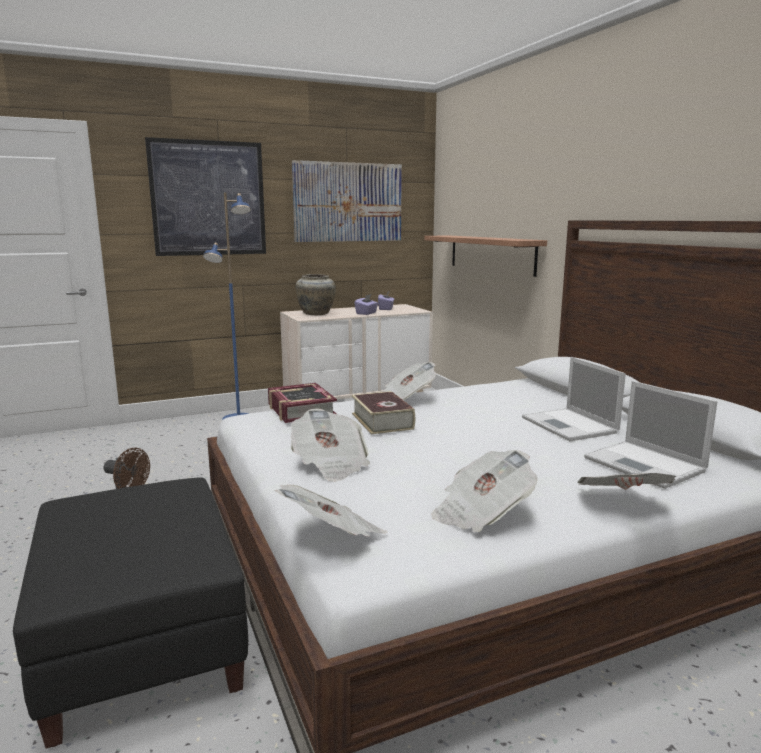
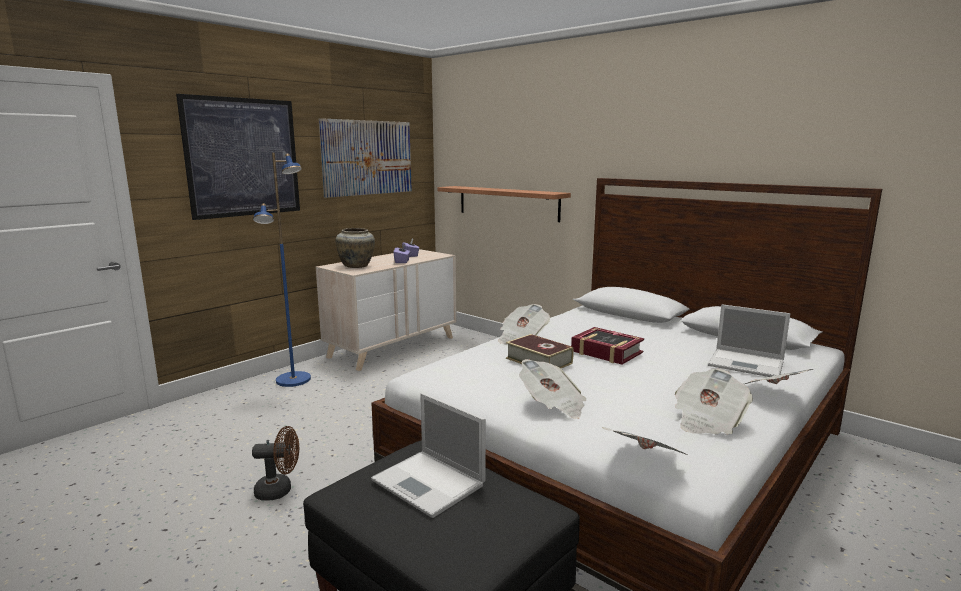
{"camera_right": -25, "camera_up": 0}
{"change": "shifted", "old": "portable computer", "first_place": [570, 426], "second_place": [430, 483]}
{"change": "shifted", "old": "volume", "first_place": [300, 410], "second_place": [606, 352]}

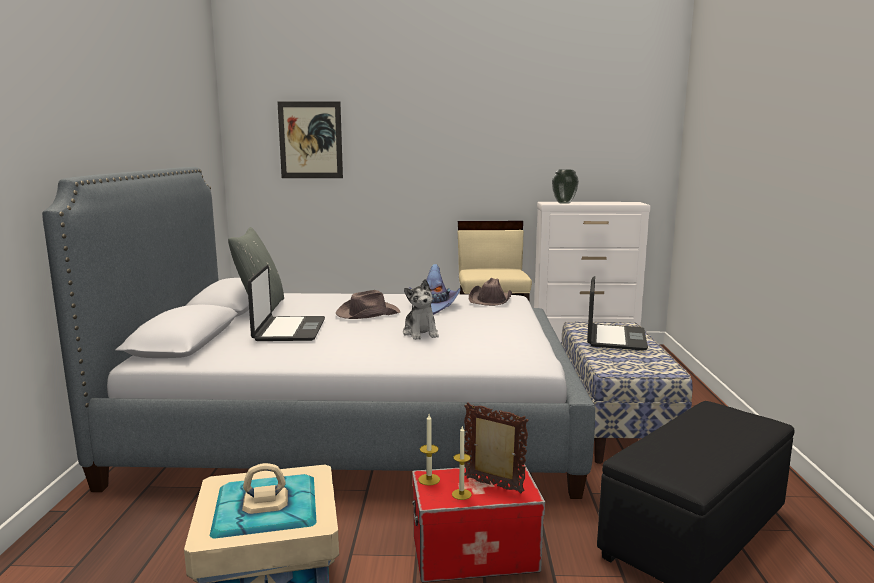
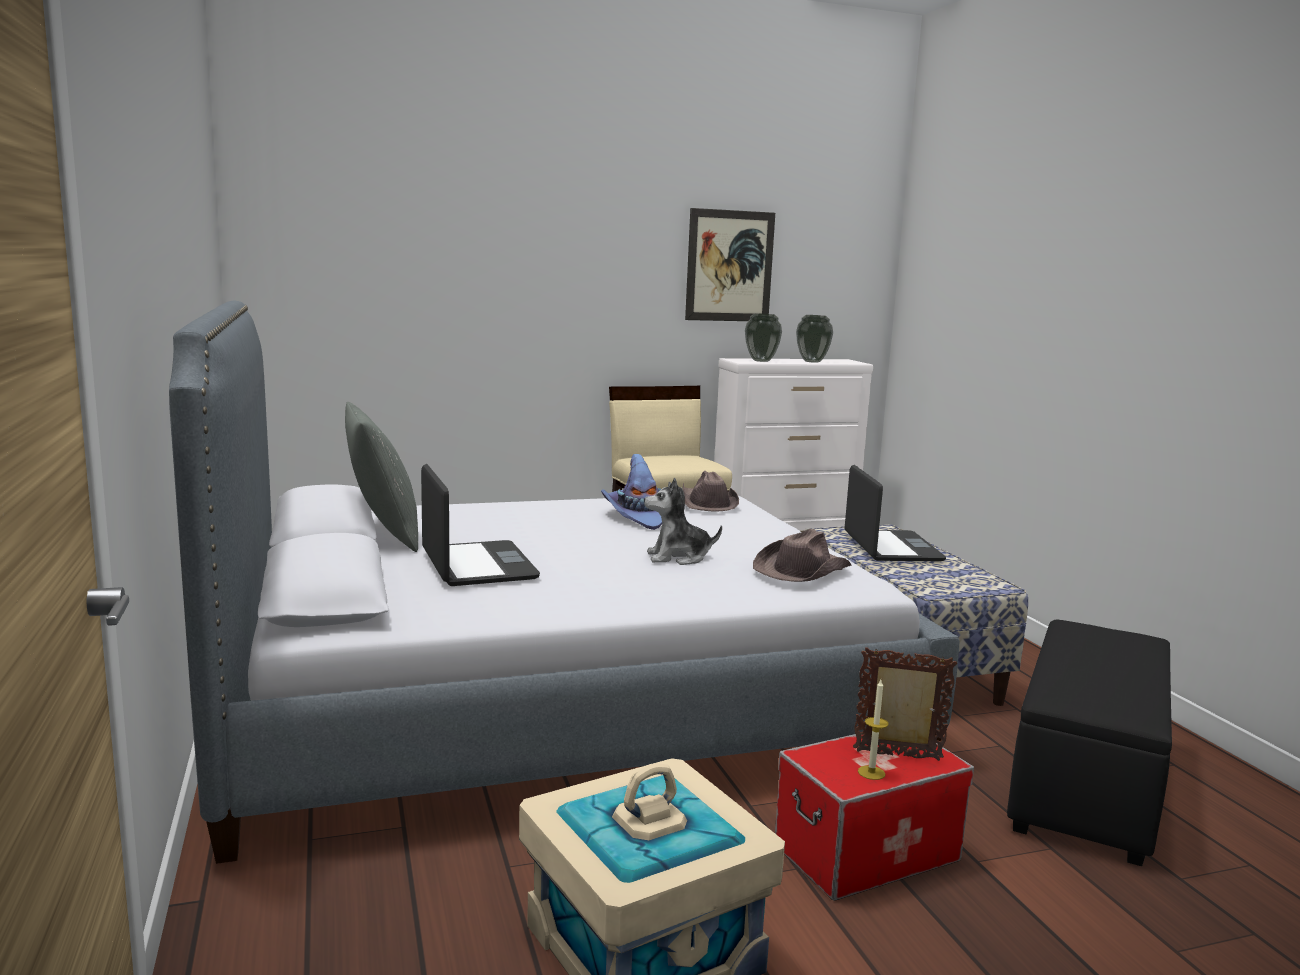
{"camera_right": -20, "camera_up": 0}
{"change": "rotated", "old": "cuddly toy", "first_place": [420, 333], "second_place": [678, 557], "degrees": 120}
{"change": "shifted", "old": "picture", "first_place": [310, 140], "second_place": [729, 266]}
{"change": "shifted", "old": "clothing hat/brown", "first_place": [367, 313], "second_place": [801, 569]}
{"change": "new", "new": "decorative vase", "second_place": [812, 361]}
{"change": "gone", "old": "candle", "first_place": [429, 479]}

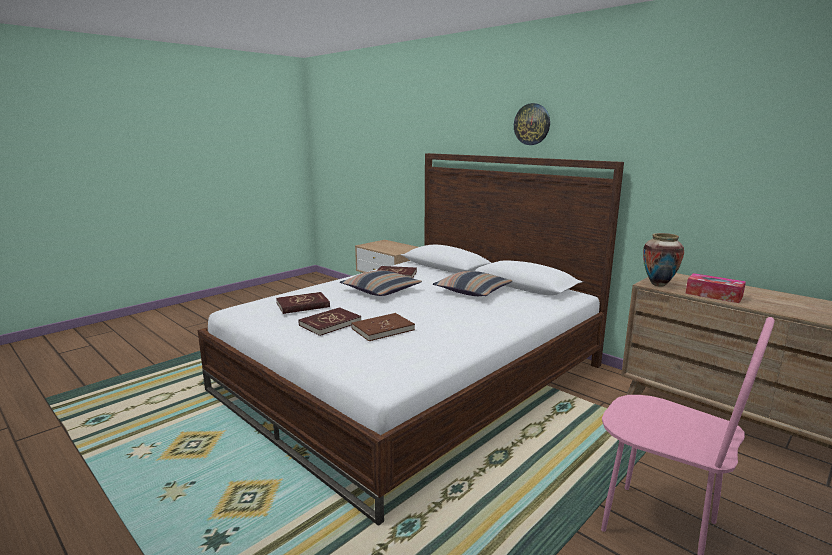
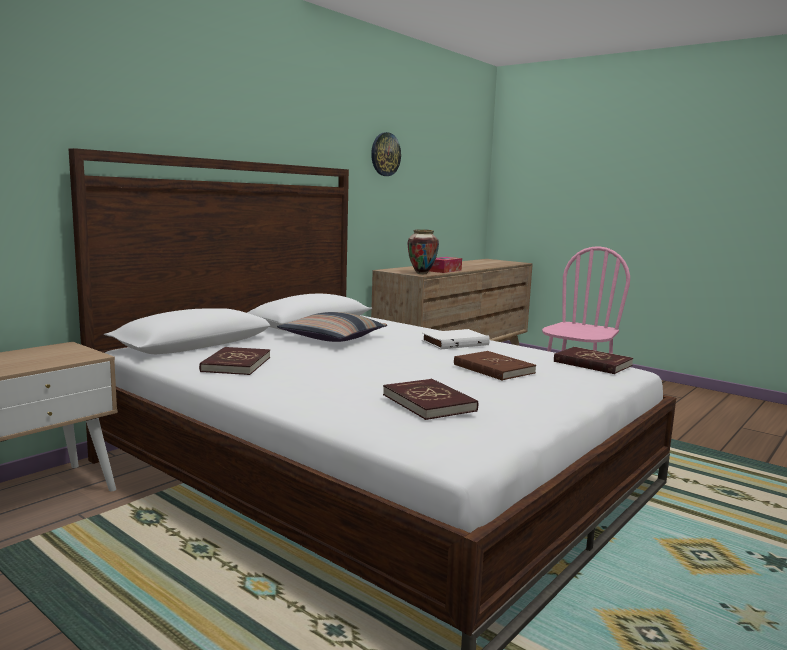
{"camera_right": -95, "camera_up": -5}
{"change": "shifted", "old": "clock on the wall", "first_place": [532, 124], "second_place": [385, 154]}
{"change": "new", "new": "volume/whitish", "second_place": [454, 342]}
{"change": "shifted", "old": "volume/red", "first_place": [330, 323], "second_place": [592, 363]}
{"change": "gone", "old": "throw pillow", "first_place": [381, 290]}

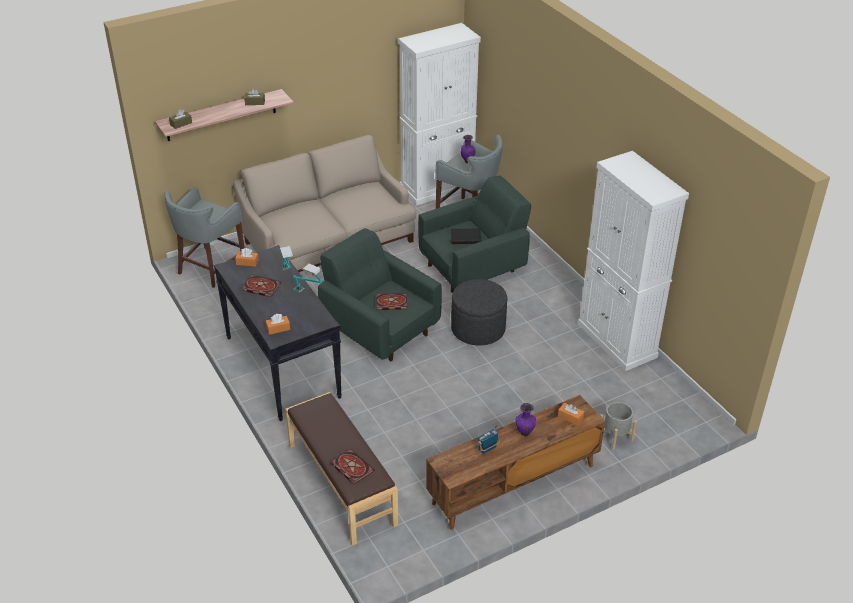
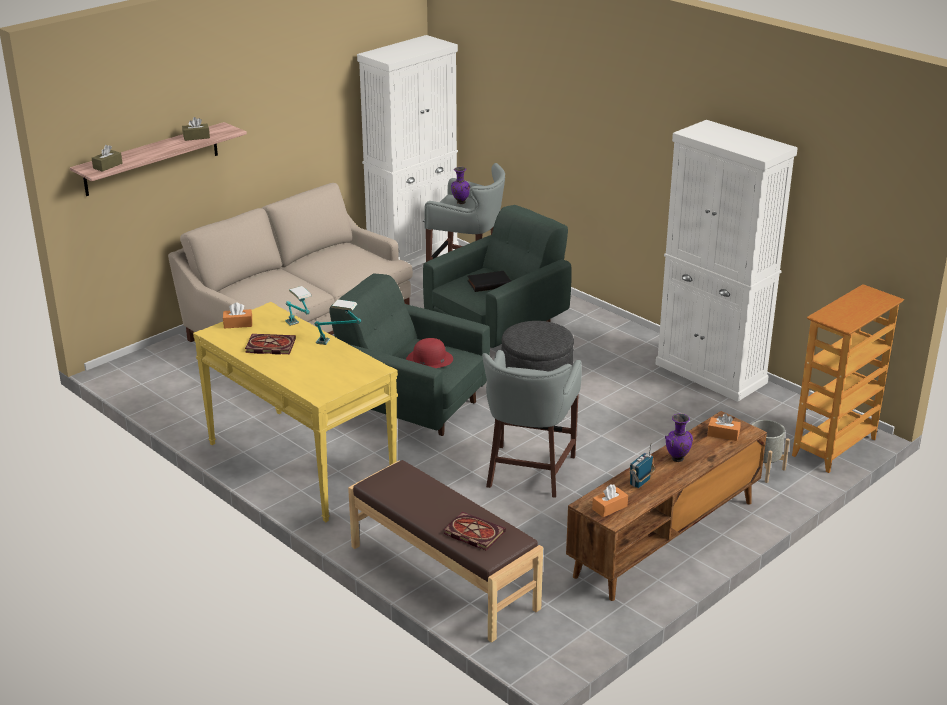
{"camera_right": -15, "camera_up": -10}
{"change": "repainted", "old": "console table/black-coloured", "new": "console table/yellowish", "first_place": [282, 366], "second_place": [300, 463]}
{"change": "swapped", "old": "volume", "new": "clothing hat/red", "first_place": [390, 303], "second_place": [429, 359]}
{"change": "shifted", "old": "stool seat/grey", "first_place": [209, 268], "second_place": [528, 472]}
{"change": "shifted", "old": "tissue box/orangey", "first_place": [278, 328], "second_place": [609, 507]}
{"change": "new", "new": "shelving unit", "second_place": [834, 448]}

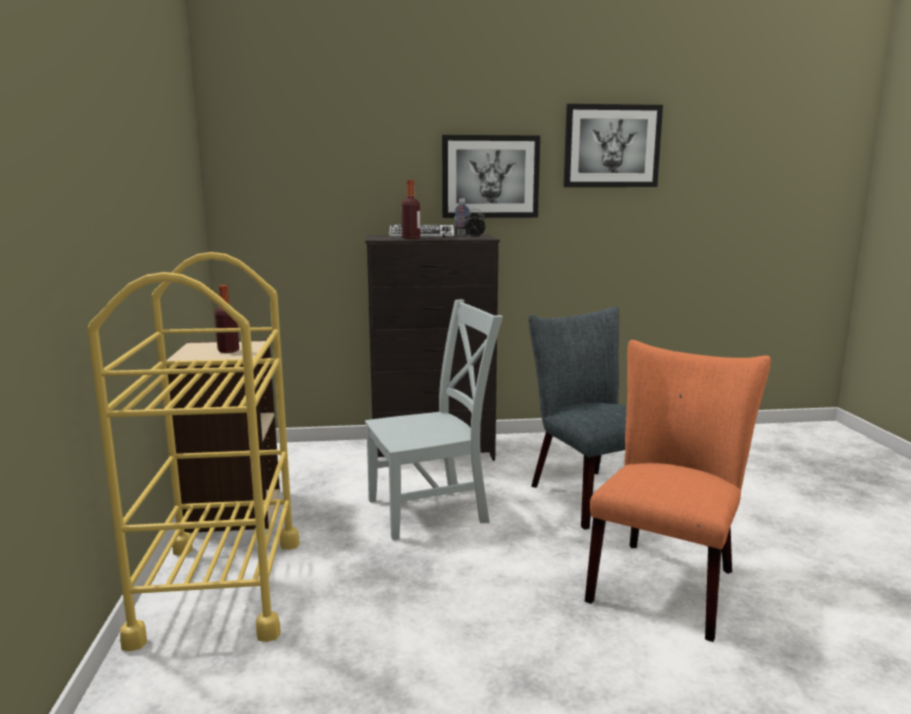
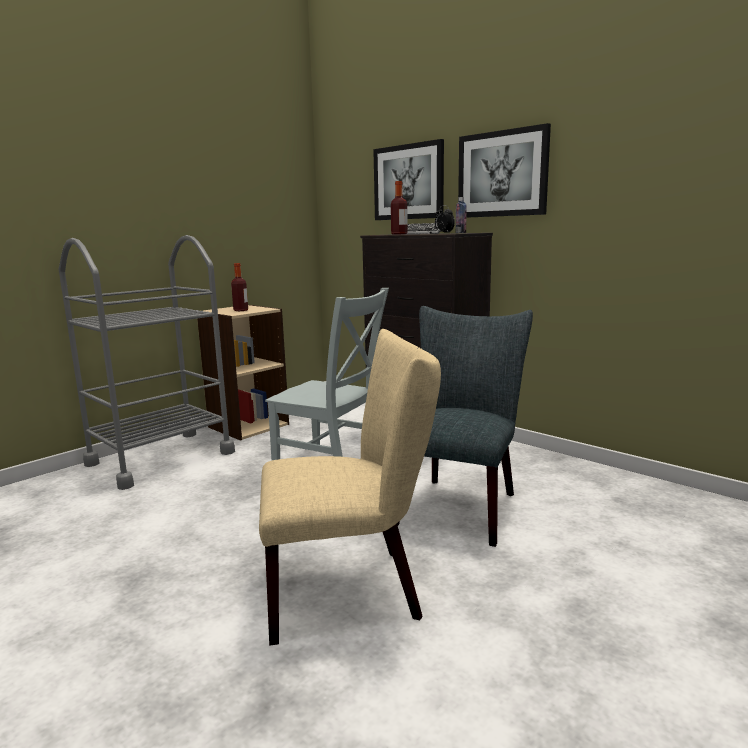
{"camera_right": 50, "camera_up": 0}
{"change": "repainted", "old": "trolley/yellowish", "new": "trolley/grey", "first_place": [220, 589], "second_place": [161, 458]}
{"change": "repainted", "old": "plain chair/orangey", "new": "plain chair/beige-coloured", "first_place": [666, 581], "second_place": [352, 589]}
{"change": "shifted", "old": "picture", "first_place": [611, 146], "second_place": [408, 182]}

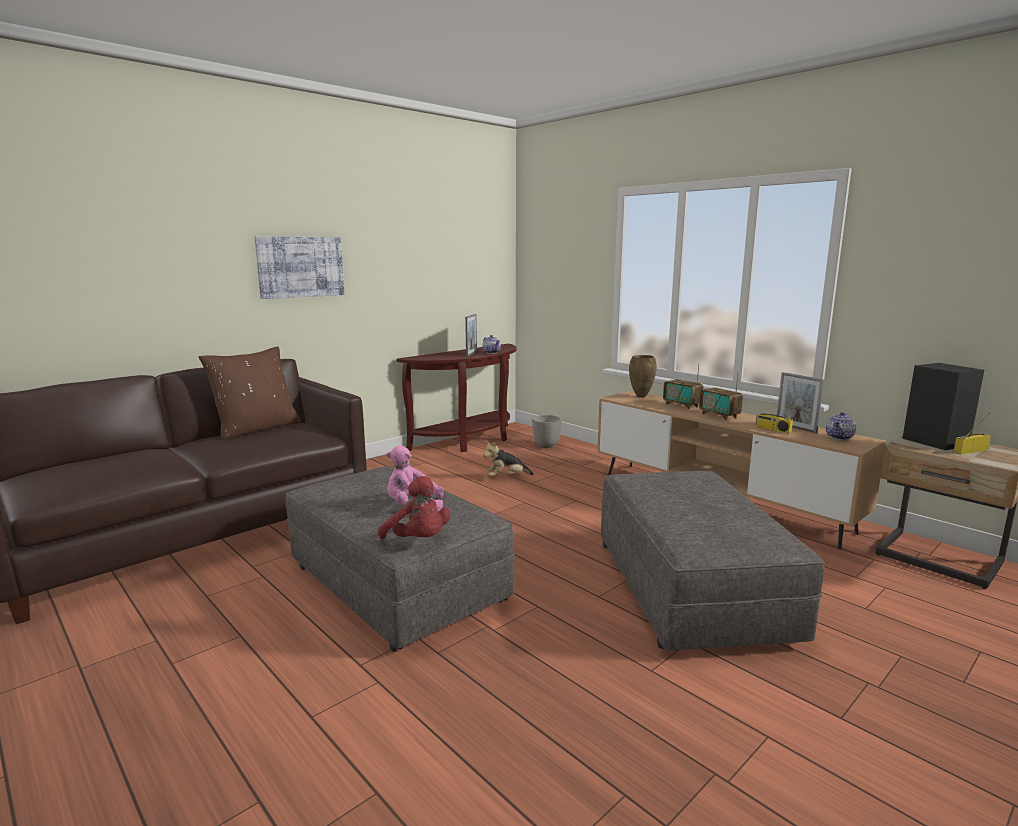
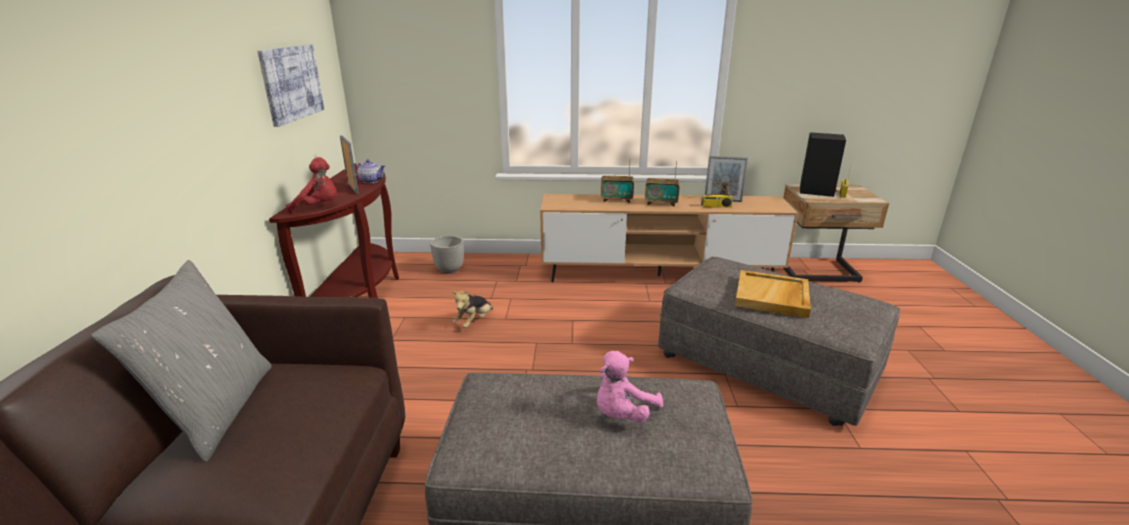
{"camera_right": -45, "camera_up": 10}
{"change": "repainted", "old": "throw pillow/brown", "new": "throw pillow/grey", "first_place": [256, 429], "second_place": [217, 410]}
{"change": "shifted", "old": "picture", "first_place": [300, 267], "second_place": [291, 83]}
{"change": "shifted", "old": "cuddly toy/red", "first_place": [418, 540], "second_place": [318, 207]}
{"change": "new", "new": "tray/beige-coloured", "second_place": [772, 296]}
{"change": "gone", "old": "decorative vase/brown", "first_place": [640, 397]}
{"change": "gone", "old": "pot for tea", "first_place": [839, 437]}

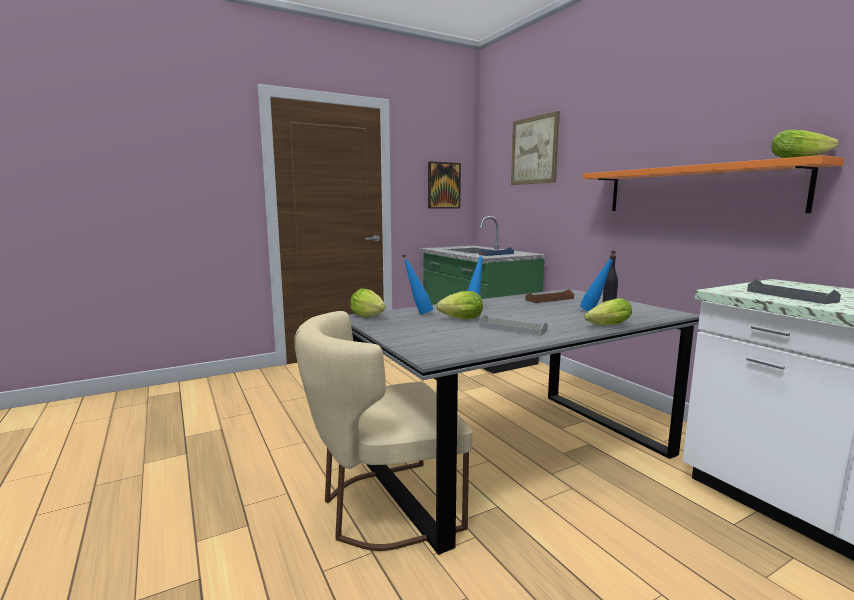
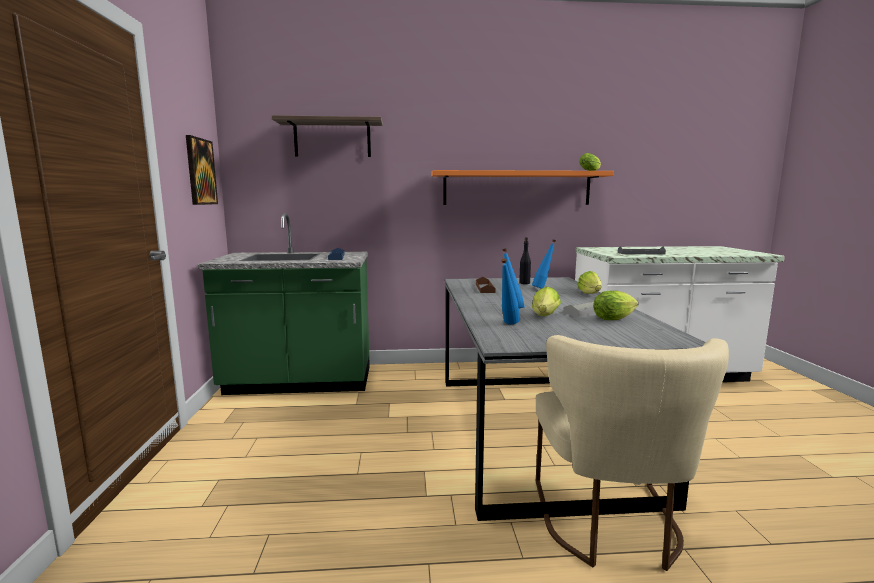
{"camera_right": -65, "camera_up": 0}
{"change": "swapped", "old": "picture", "new": "shelf", "first_place": [534, 150], "second_place": [332, 139]}
{"change": "shifted", "old": "head of lettuce", "first_place": [369, 317], "second_place": [615, 319]}

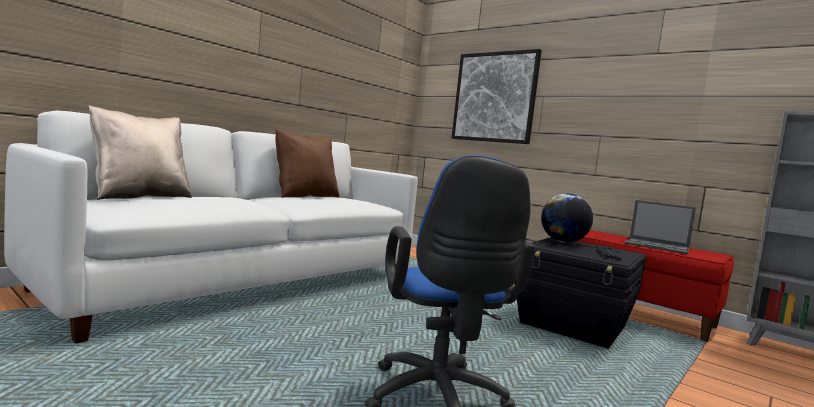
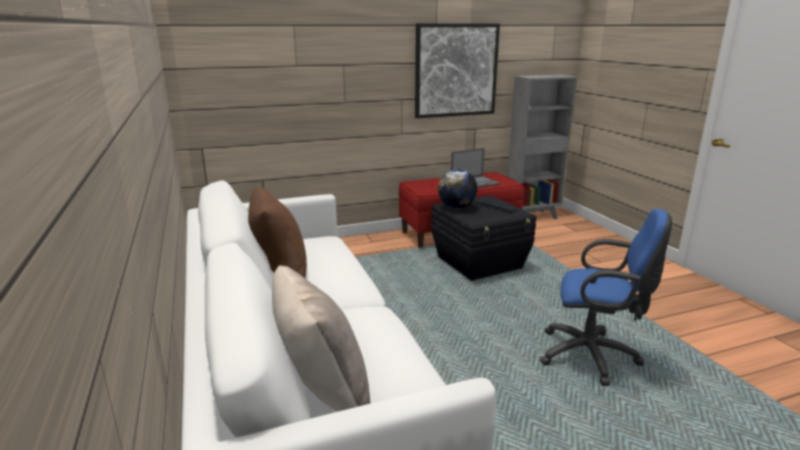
{"camera_right": -60, "camera_up": 15}
{"change": "shifted", "old": "picture", "first_place": [494, 97], "second_place": [456, 70]}

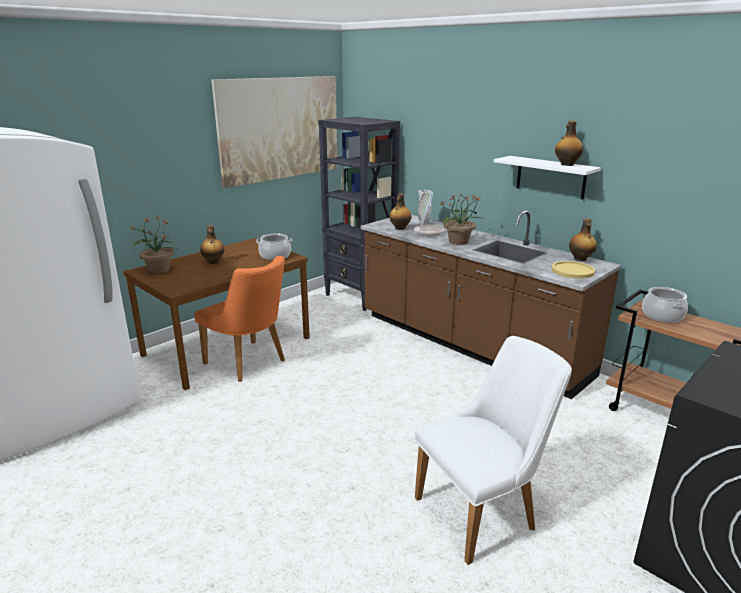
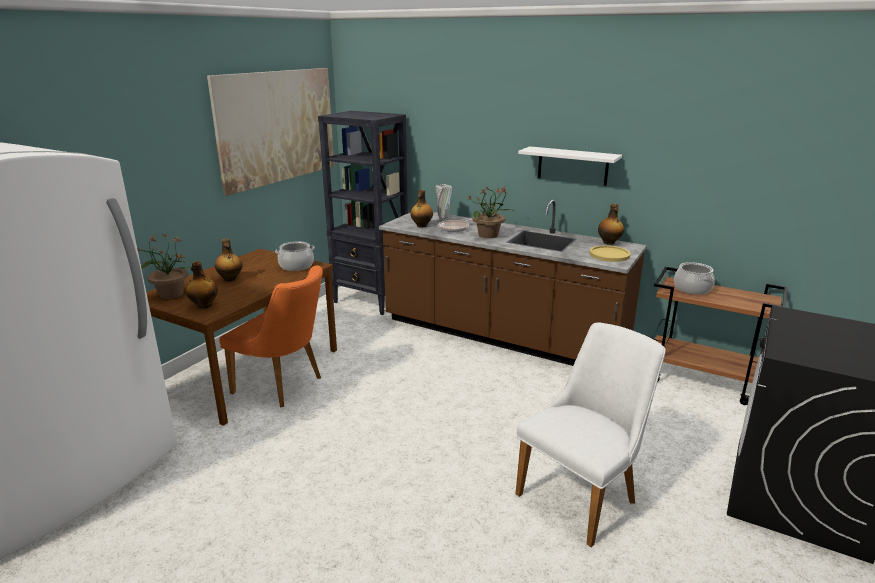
{"camera_right": -15, "camera_up": 0}
{"change": "shifted", "old": "bottle", "first_place": [566, 164], "second_place": [204, 305]}

